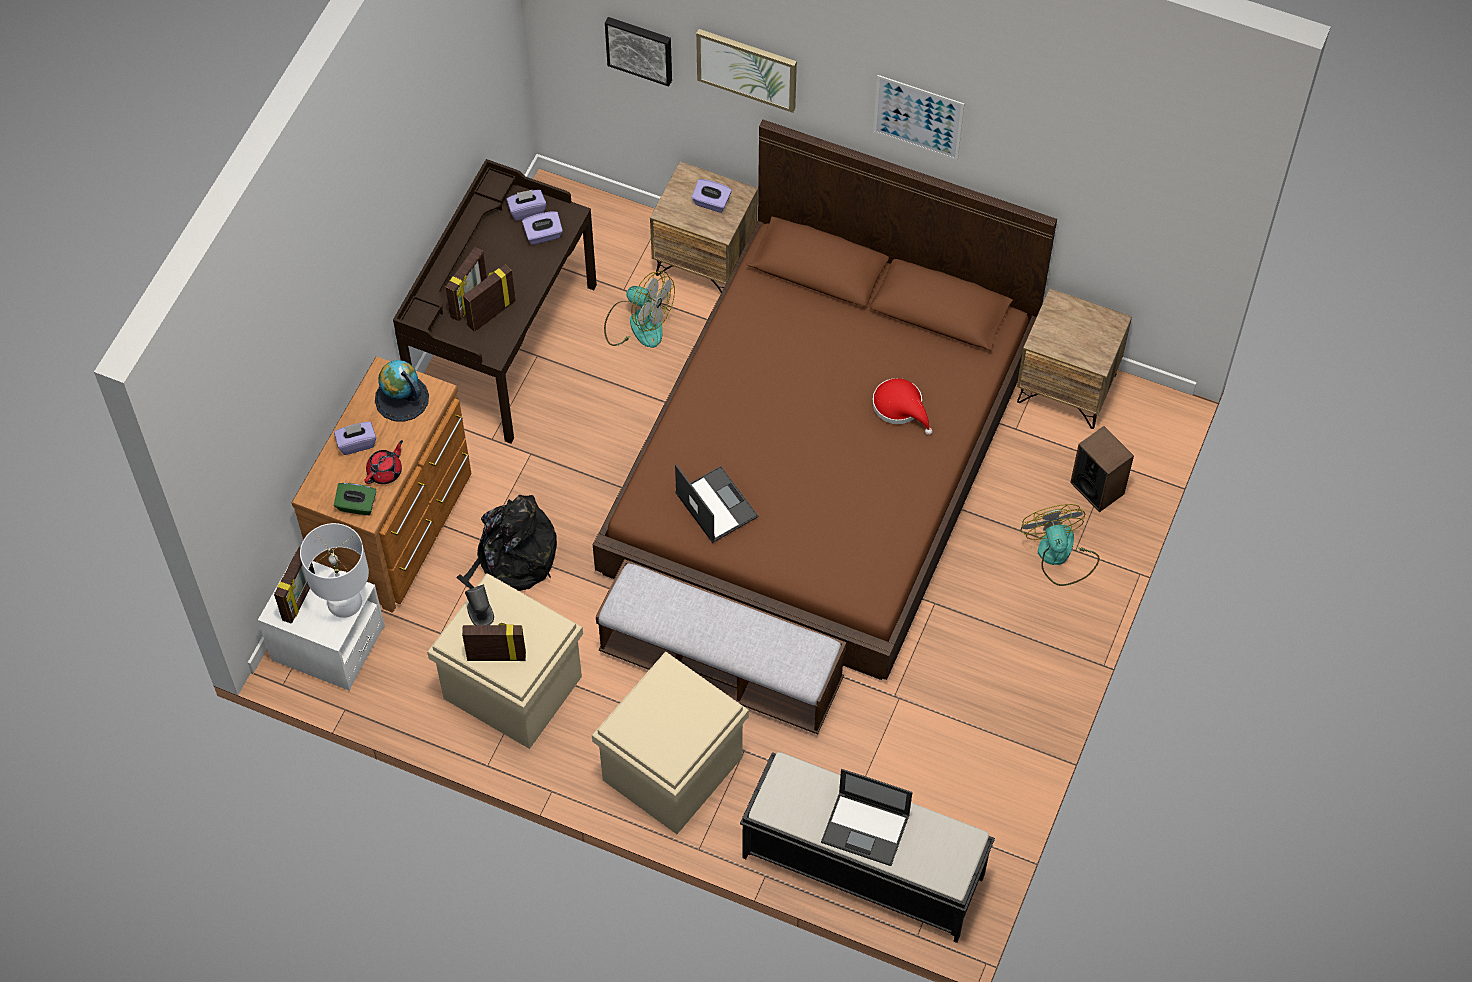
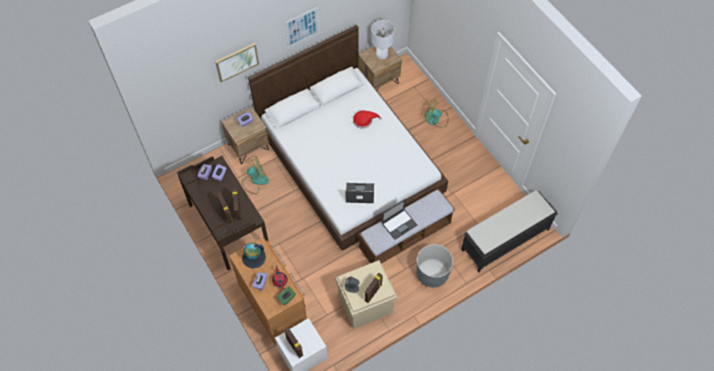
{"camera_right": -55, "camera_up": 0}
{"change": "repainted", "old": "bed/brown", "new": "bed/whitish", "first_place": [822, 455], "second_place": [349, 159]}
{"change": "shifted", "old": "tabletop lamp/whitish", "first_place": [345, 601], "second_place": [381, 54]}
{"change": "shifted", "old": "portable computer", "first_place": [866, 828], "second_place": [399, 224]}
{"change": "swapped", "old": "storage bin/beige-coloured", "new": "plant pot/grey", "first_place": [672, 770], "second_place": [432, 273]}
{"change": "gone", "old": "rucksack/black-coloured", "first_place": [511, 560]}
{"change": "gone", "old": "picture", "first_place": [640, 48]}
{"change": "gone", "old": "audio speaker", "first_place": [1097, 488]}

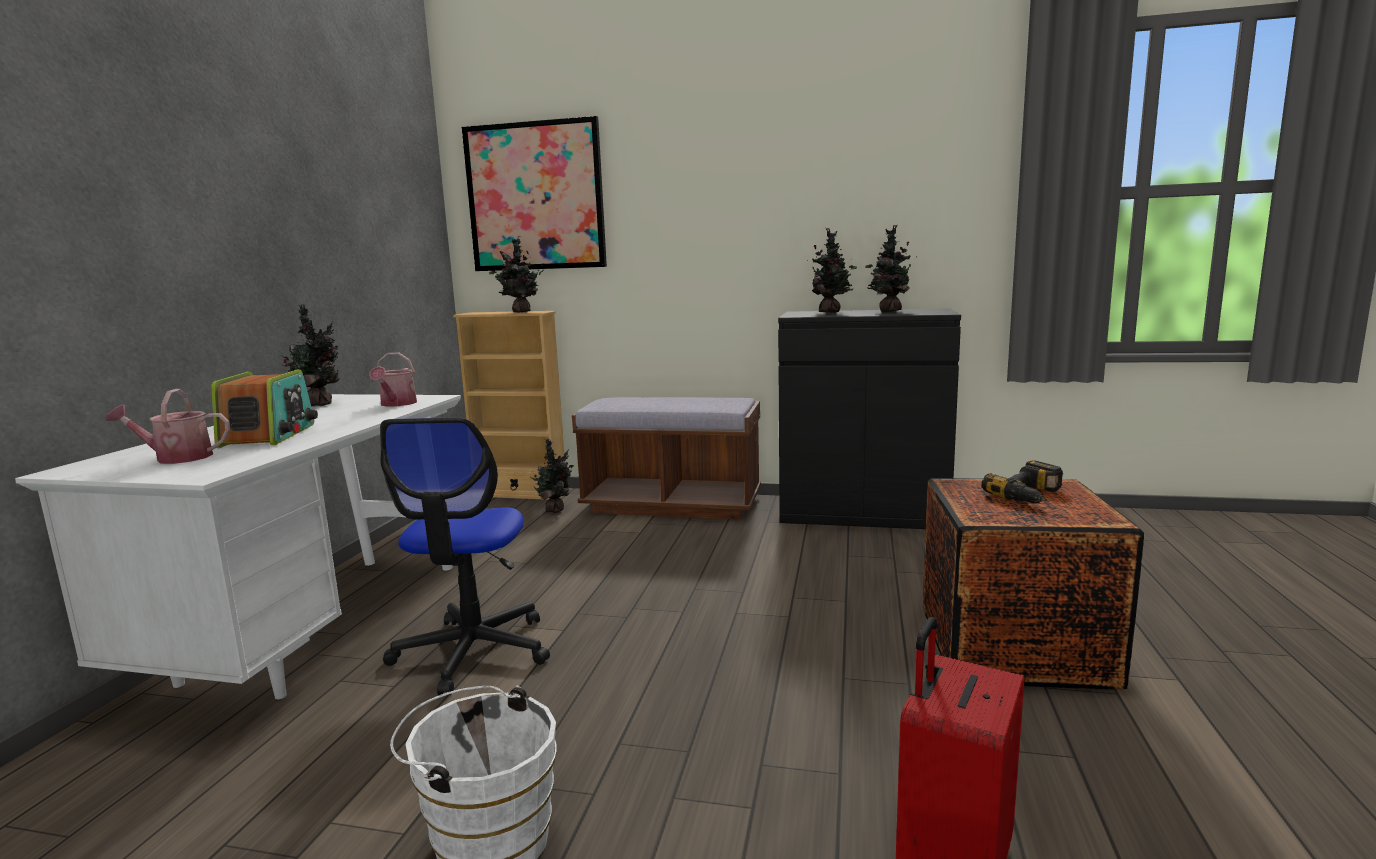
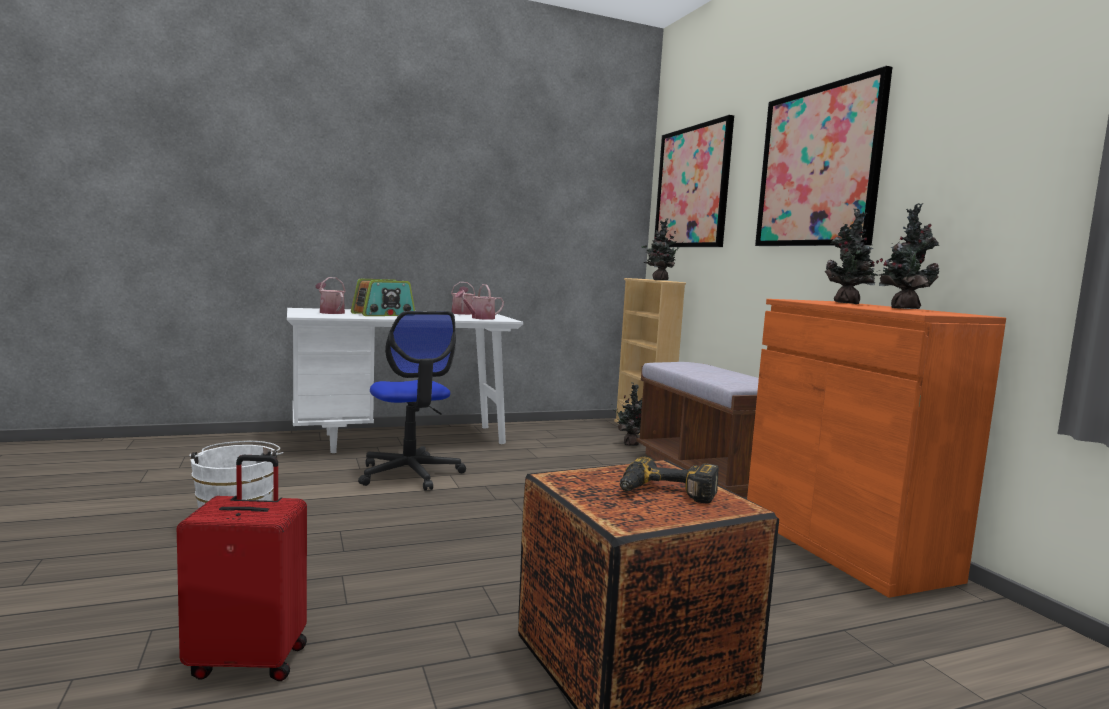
{"camera_right": 55, "camera_up": -5}
{"change": "rotated", "old": "desk chair", "first_place": [473, 651], "second_place": [410, 474], "degrees": -90}
{"change": "swapped", "old": "houseplant", "new": "watering pot", "first_place": [320, 404], "second_place": [462, 313]}
{"change": "repainted", "old": "cabinet/black-coloured", "new": "cabinet/orangey", "first_place": [862, 512], "second_place": [844, 545]}
{"change": "new", "new": "picture", "second_place": [818, 167]}

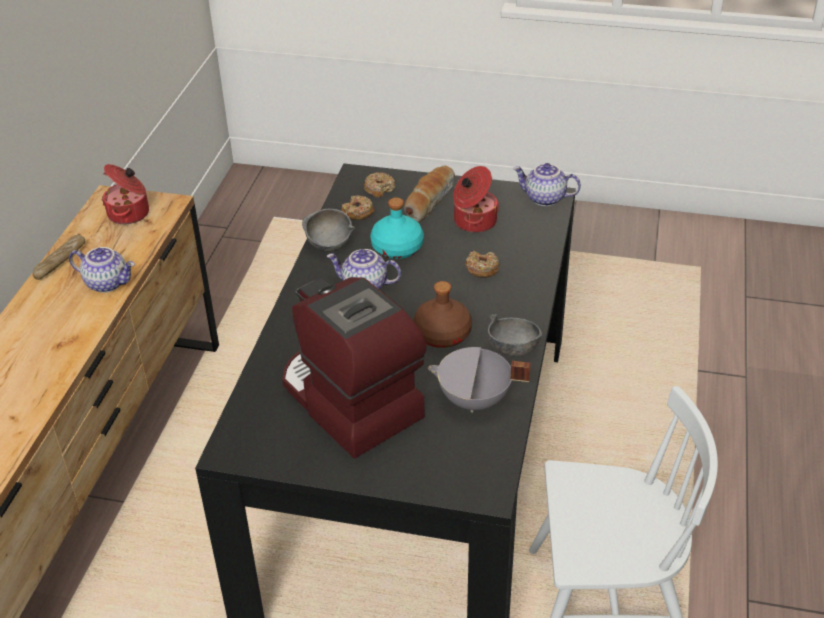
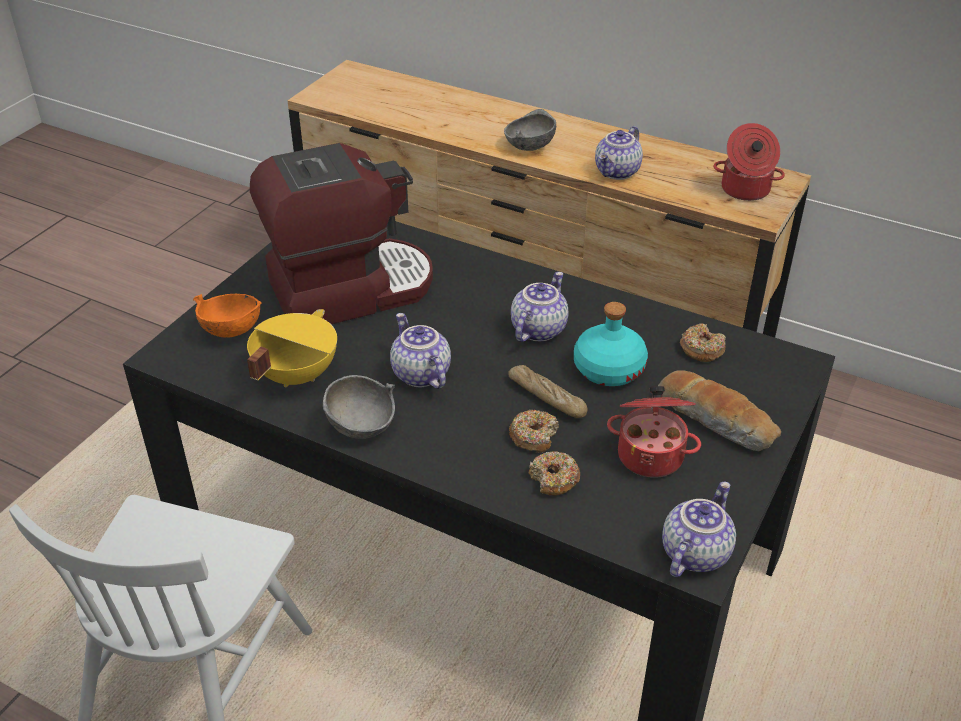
{"camera_right": 105, "camera_up": 0}
{"change": "new", "new": "deep dish/orangey", "second_place": [232, 329]}
{"change": "repainted", "old": "stockpot/grey", "new": "stockpot/yellowish", "first_place": [474, 401], "second_place": [295, 374]}
{"change": "swapped", "old": "bottle/brown", "new": "pot for tea", "first_place": [443, 334], "second_place": [419, 374]}
{"change": "shifted", "old": "deep dish/grey", "first_place": [330, 244], "second_place": [529, 147]}
{"change": "shifted", "old": "baked bread", "first_place": [60, 261], "second_place": [546, 398]}
{"change": "shifted", "old": "ring doughnut", "first_place": [379, 189], "second_place": [554, 479]}

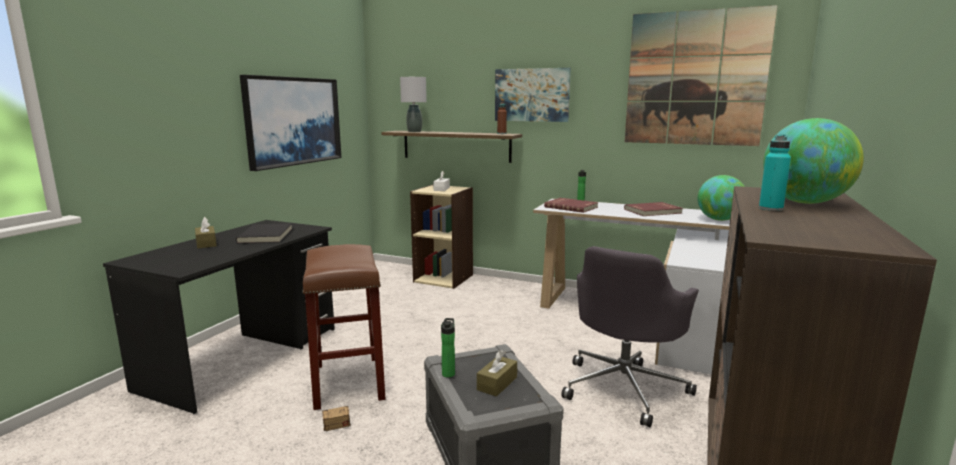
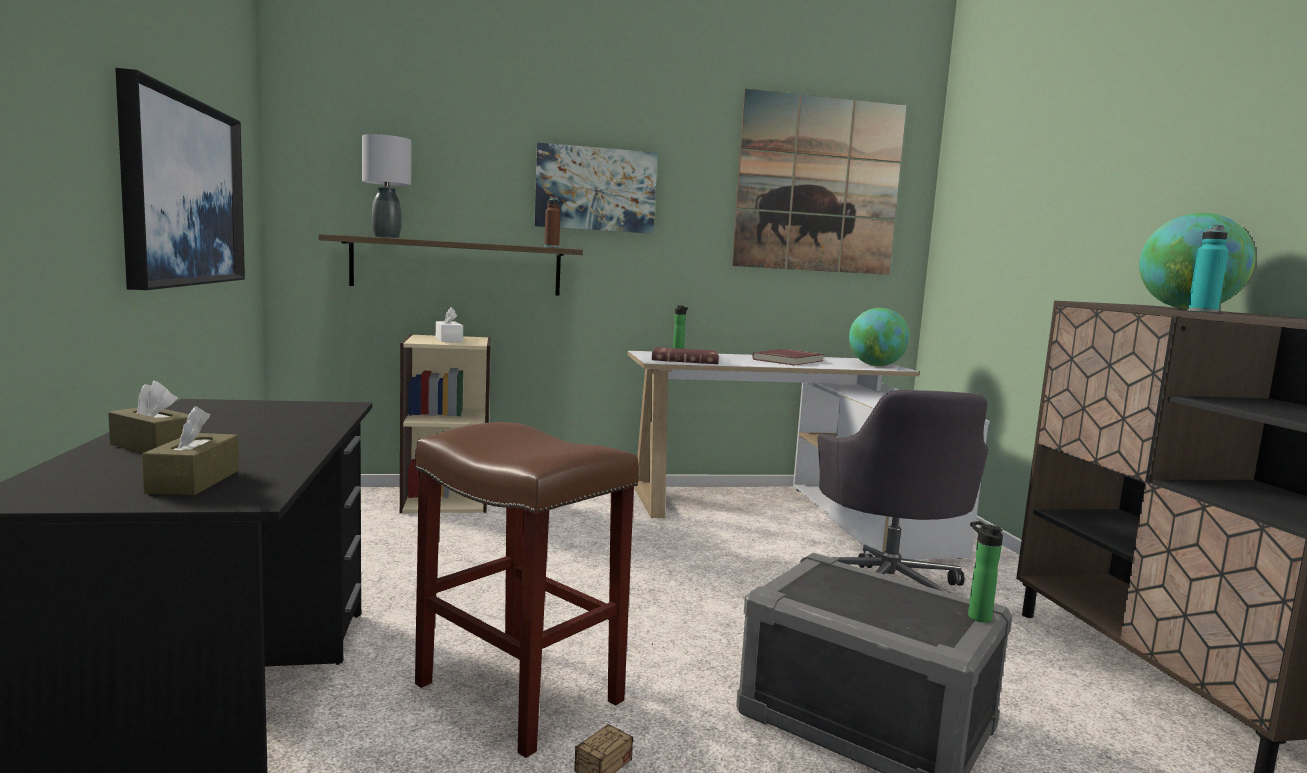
{"camera_right": -35, "camera_up": -5}
{"change": "shifted", "old": "tissue box/brown", "first_place": [497, 383], "second_place": [194, 481]}
{"change": "shifted", "old": "bottle", "first_place": [448, 373], "second_place": [976, 616]}
{"change": "gone", "old": "volume/black-coloured", "first_place": [267, 236]}

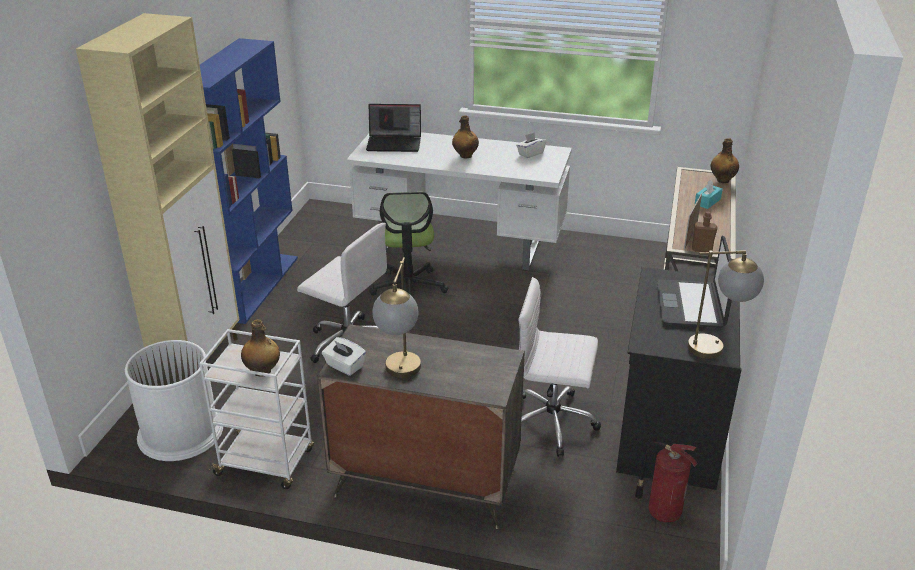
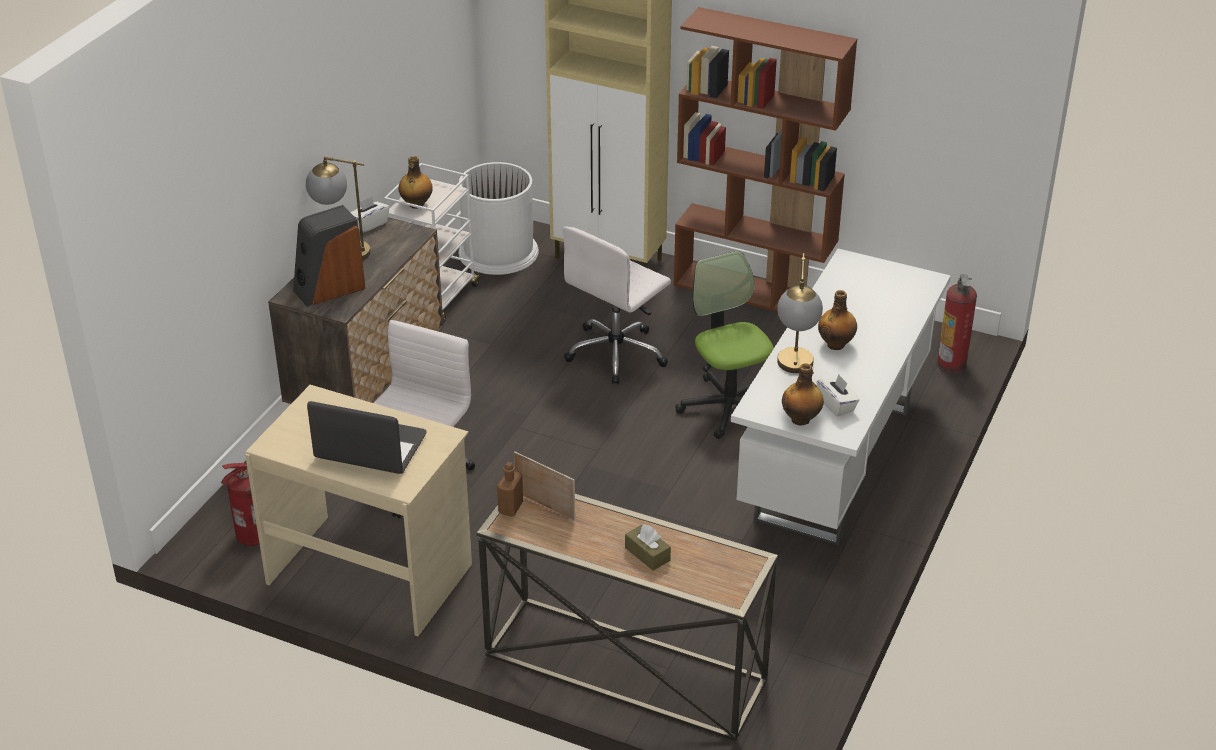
{"camera_right": 100, "camera_up": 5}
{"change": "repainted", "old": "desk unit/black-coloured", "new": "desk unit/beige-coloured", "first_place": [668, 430], "second_place": [371, 573]}
{"change": "new", "new": "audio speaker", "second_place": [329, 288]}
{"change": "repainted", "old": "tissue box/turquoise-coloured", "new": "tissue box/brown", "first_place": [707, 202], "second_place": [647, 554]}
{"change": "repainted", "old": "shelving unit/blue", "new": "shelving unit/brown", "first_place": [256, 286], "second_place": [754, 292]}
{"change": "rotated", "old": "desk chair", "first_place": [408, 287], "second_place": [728, 407], "degrees": 60}
{"change": "shifted", "old": "tabletop lamp", "first_place": [717, 347], "second_place": [795, 371]}
{"change": "shifted", "old": "bottle", "first_place": [722, 180], "second_place": [801, 419]}
{"change": "new", "new": "extinguisher", "second_place": [952, 364]}
{"change": "gone", "old": "portable computer", "first_place": [395, 143]}

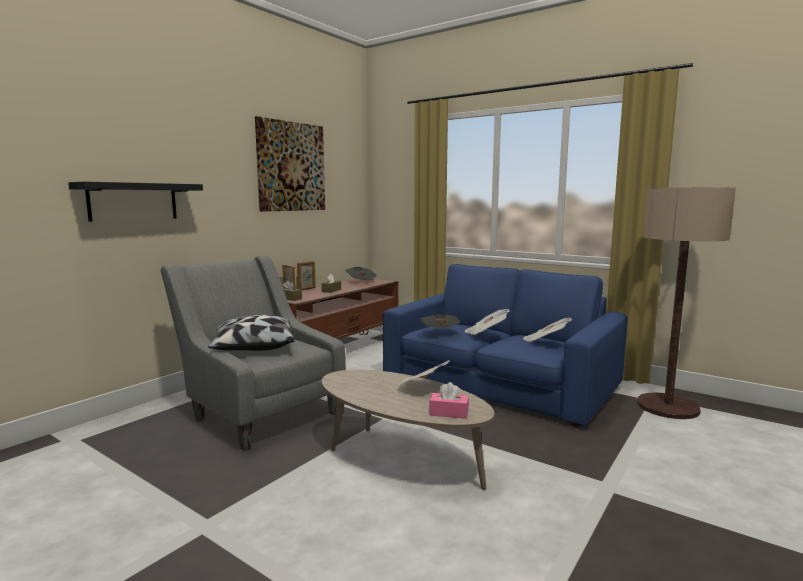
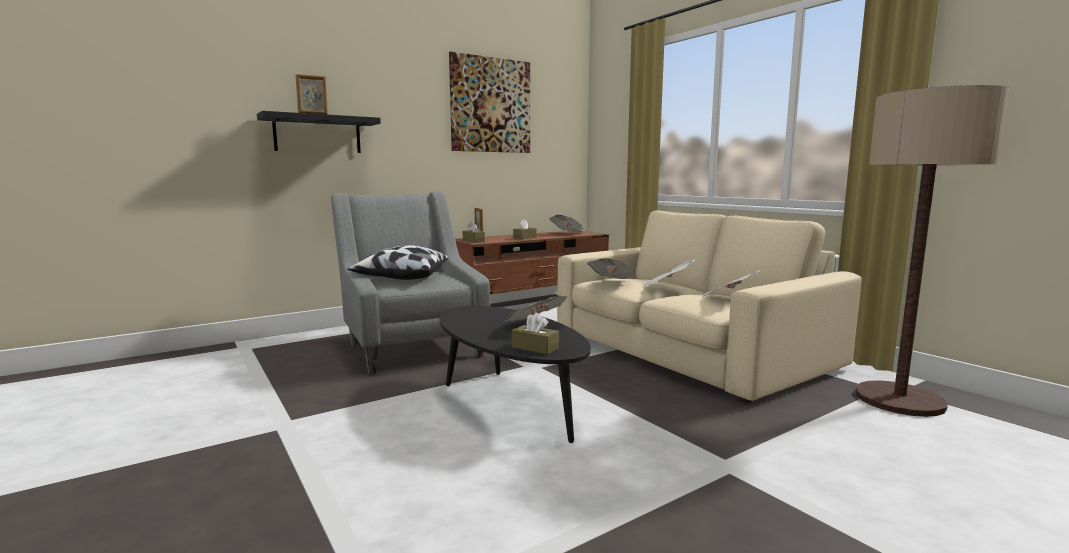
{"camera_right": 20, "camera_up": 0}
{"change": "shifted", "old": "standing frame", "first_place": [307, 289], "second_place": [313, 114]}
{"change": "repainted", "old": "lounge table/beige-coloured", "new": "lounge table/black-coloured", "first_place": [401, 459], "second_place": [509, 402]}
{"change": "repainted", "old": "tissue box/pinkish", "new": "tissue box/brown", "first_place": [449, 413], "second_place": [535, 348]}
{"change": "repainted", "old": "settee/blue", "new": "settee/beige-coloured", "first_place": [499, 383], "second_place": [687, 350]}

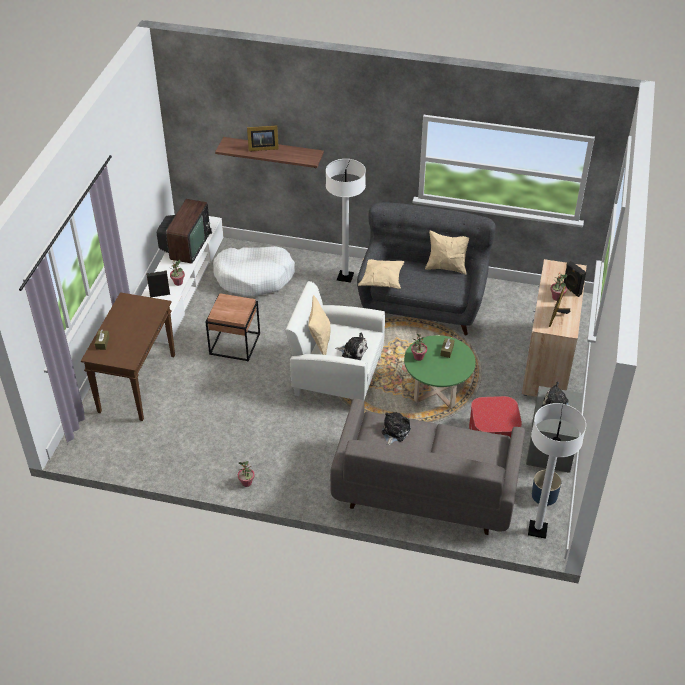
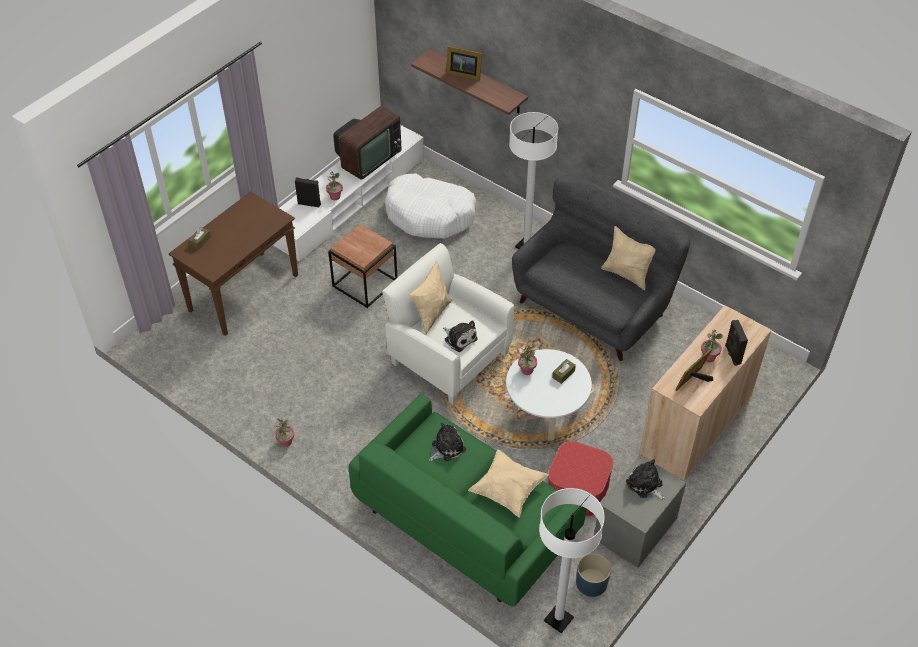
{"camera_right": 25, "camera_up": 5}
{"change": "repainted", "old": "settee/grey", "new": "settee/green-coloured", "first_place": [425, 487], "second_place": [465, 521]}
{"change": "shifted", "old": "throw pillow/beige-coloured", "first_place": [381, 280], "second_place": [508, 490]}
{"change": "repainted", "old": "lounge table/green-coloured", "new": "lounge table/whitish", "first_place": [437, 392], "second_place": [545, 415]}

